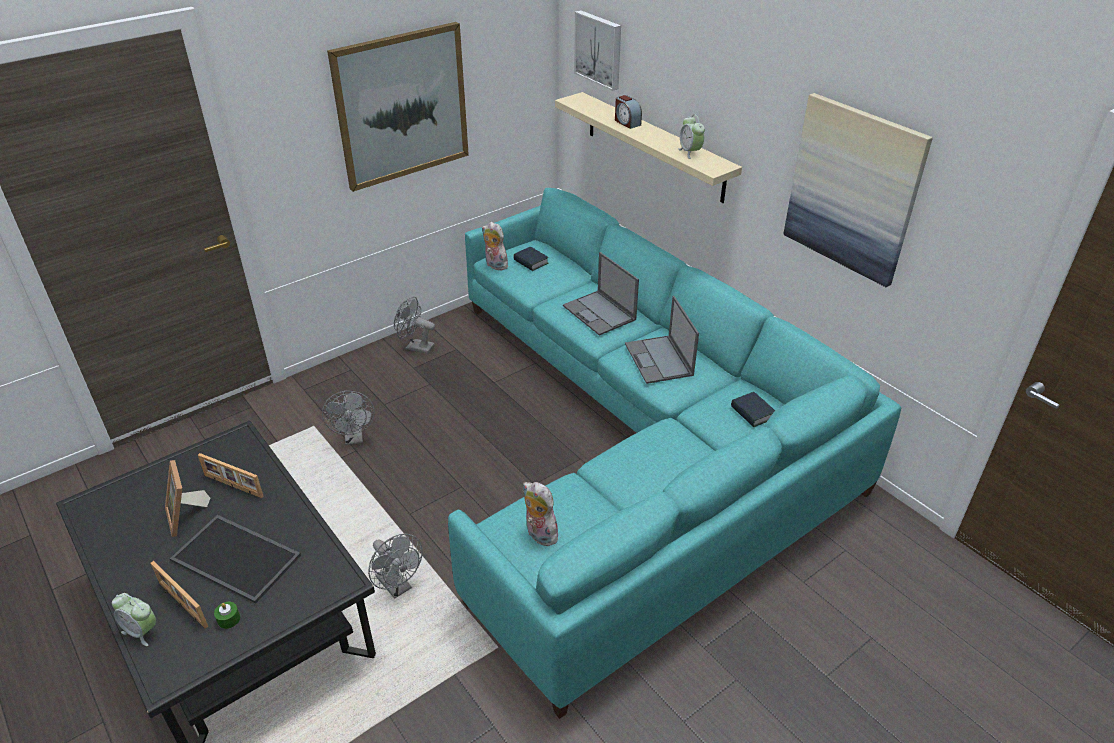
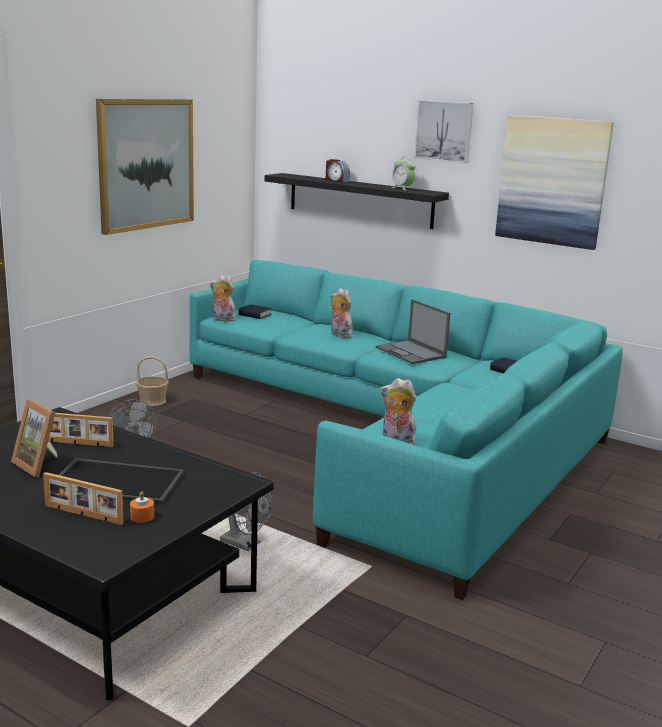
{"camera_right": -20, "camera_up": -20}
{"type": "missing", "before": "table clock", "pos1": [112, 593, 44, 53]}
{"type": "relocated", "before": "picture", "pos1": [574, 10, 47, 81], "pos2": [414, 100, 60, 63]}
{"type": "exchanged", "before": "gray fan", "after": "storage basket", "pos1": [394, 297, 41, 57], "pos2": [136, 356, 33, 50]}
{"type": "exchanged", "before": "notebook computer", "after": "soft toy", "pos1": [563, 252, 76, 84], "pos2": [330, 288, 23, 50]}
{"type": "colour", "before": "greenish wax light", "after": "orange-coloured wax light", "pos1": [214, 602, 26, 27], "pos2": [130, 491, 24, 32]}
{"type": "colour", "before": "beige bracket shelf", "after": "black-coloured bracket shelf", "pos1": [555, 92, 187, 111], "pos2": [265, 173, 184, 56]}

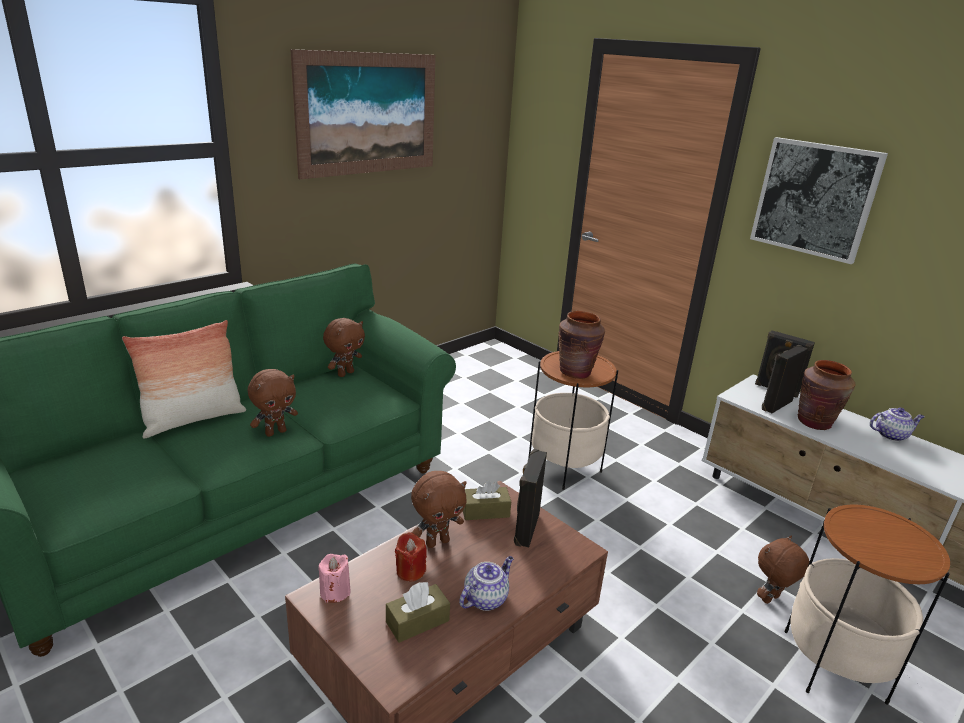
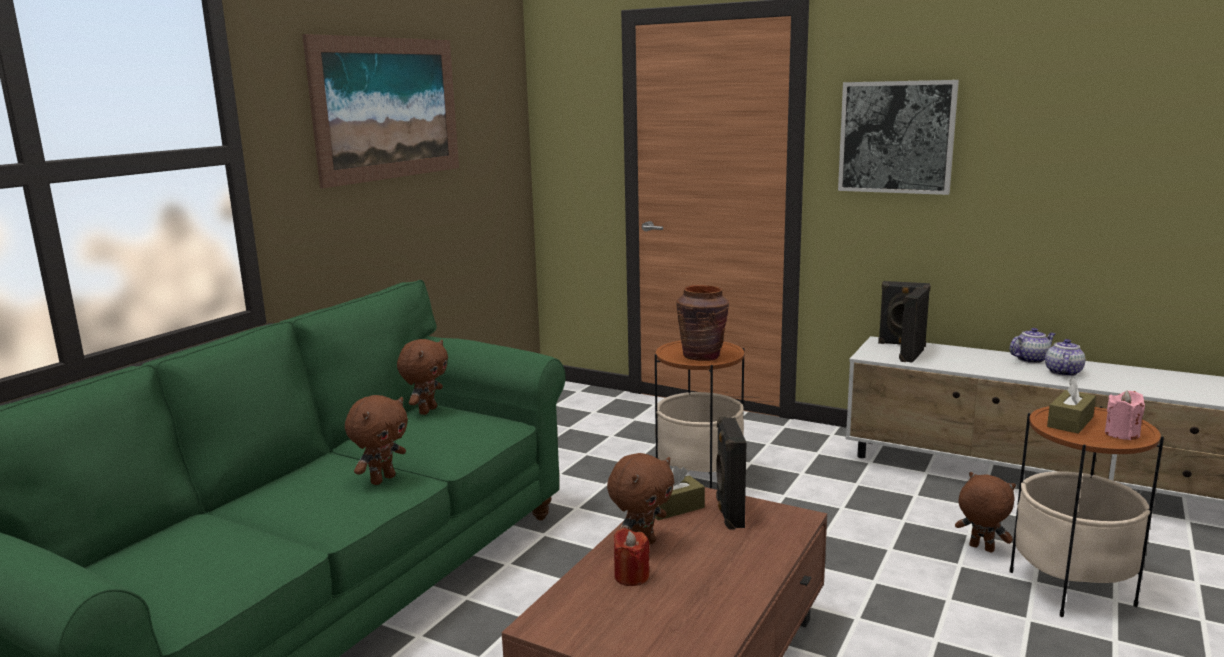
{"camera_right": -15, "camera_up": -10}
{"type": "missing", "before": "cushion", "pos1": [122, 320, 124, 119]}
{"type": "missing", "before": "brown-coloured decorative vase", "pos1": [798, 360, 57, 70]}
{"type": "relocated", "before": "pink-coloured wax light", "pos1": [318, 554, 33, 49], "pos2": [1105, 390, 40, 50]}
{"type": "relocated", "before": "brown-coloured tissue holder", "pos1": [386, 582, 64, 61], "pos2": [1047, 377, 49, 57]}
{"type": "relocated", "before": "pot for tea", "pos1": [459, 556, 55, 55], "pos2": [1045, 339, 41, 37]}
{"type": "spun", "before": "brown-coloured soft toy", "pos1": [757, 536, 53, 68], "pos2": [955, 472, 61, 81], "turn": 90}

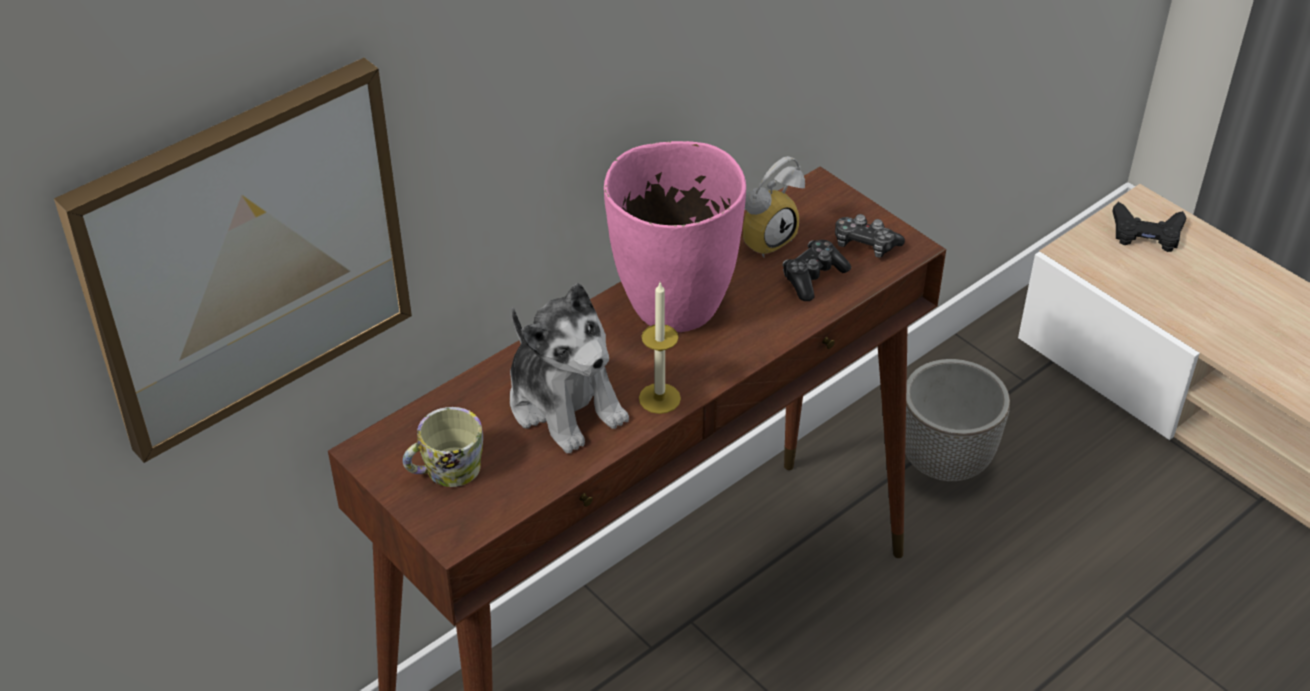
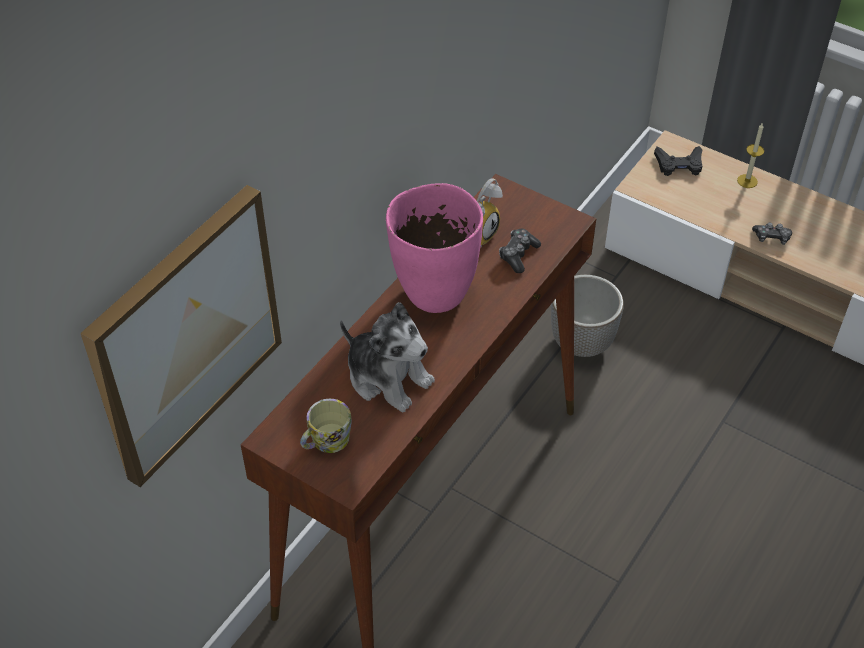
{"camera_right": -15, "camera_up": 5}
{"type": "relocated", "before": "wax light", "pos1": [639, 283, 42, 131], "pos2": [737, 123, 27, 65]}
{"type": "relocated", "before": "gamepad", "pos1": [835, 214, 70, 44], "pos2": [752, 222, 40, 23]}

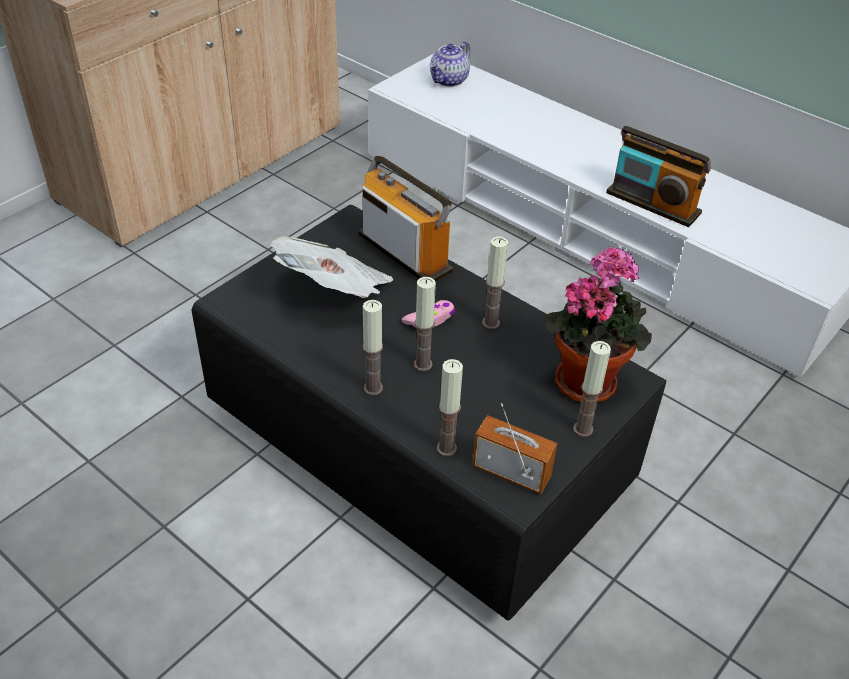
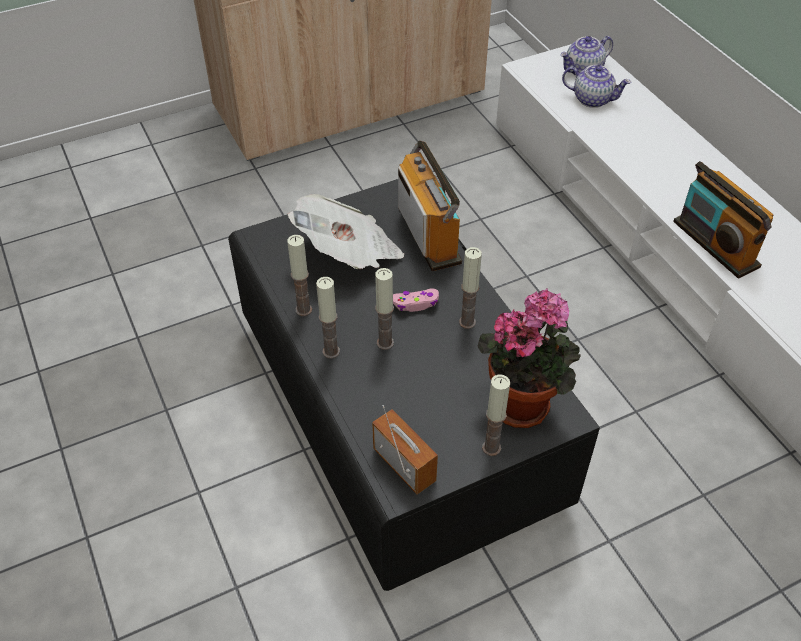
{"camera_right": 25, "camera_up": 5}
{"type": "appeared", "after": "pot for tea", "pos2": [562, 65, 69, 43]}
{"type": "relocated", "before": "wax light", "pos1": [437, 359, 26, 97], "pos2": [287, 235, 25, 81]}

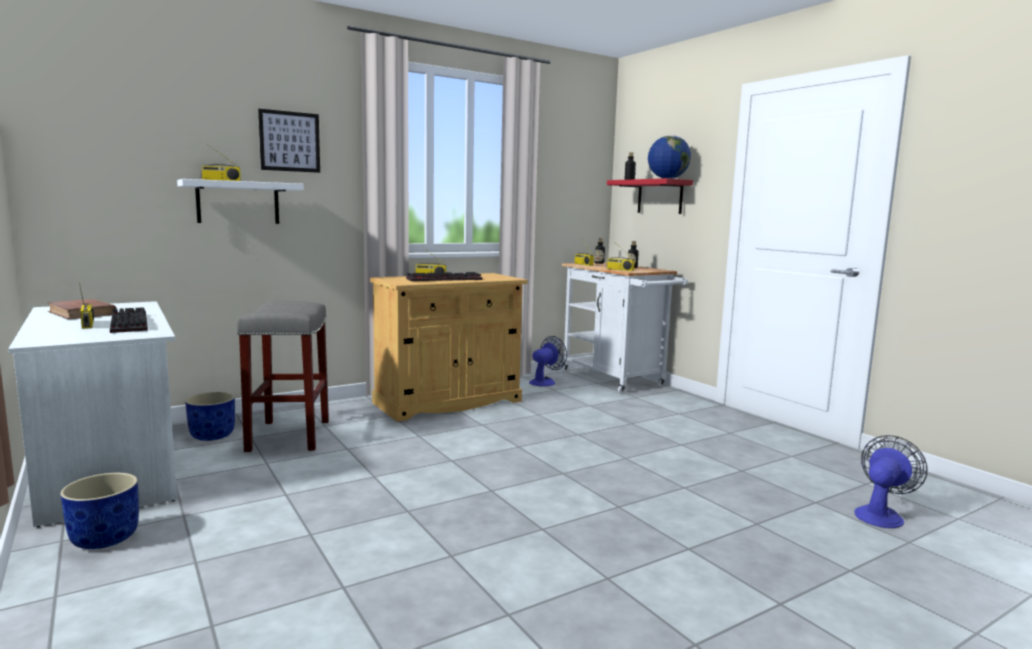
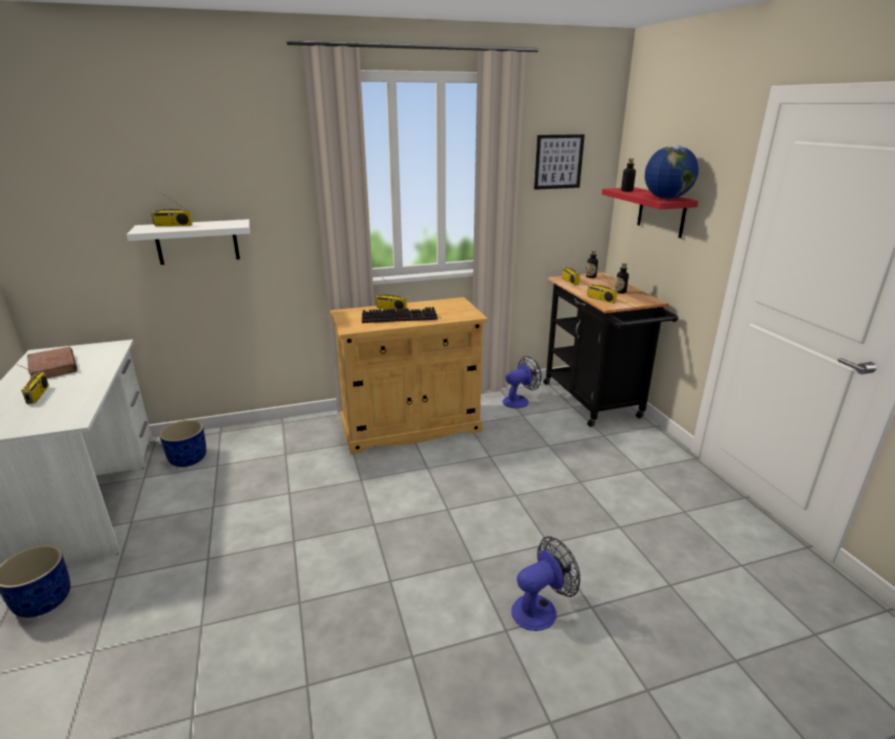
{"camera_right": 15, "camera_up": 15}
{"type": "missing", "before": "PC keyboard", "pos1": [110, 307, 38, 26]}
{"type": "missing", "before": "gray stool seat", "pos1": [237, 301, 92, 151]}
{"type": "relocated", "before": "picture", "pos1": [258, 109, 62, 64], "pos2": [534, 134, 51, 56]}
{"type": "relocated", "before": "fan", "pos1": [854, 435, 73, 93], "pos2": [511, 536, 69, 95]}
{"type": "colour", "before": "white trolley", "after": "black-coloured trolley", "pos1": [562, 262, 126, 131], "pos2": [543, 272, 135, 155]}

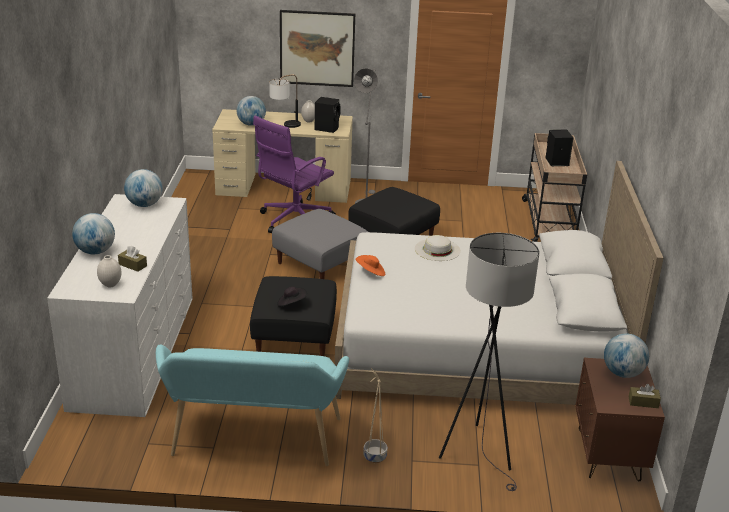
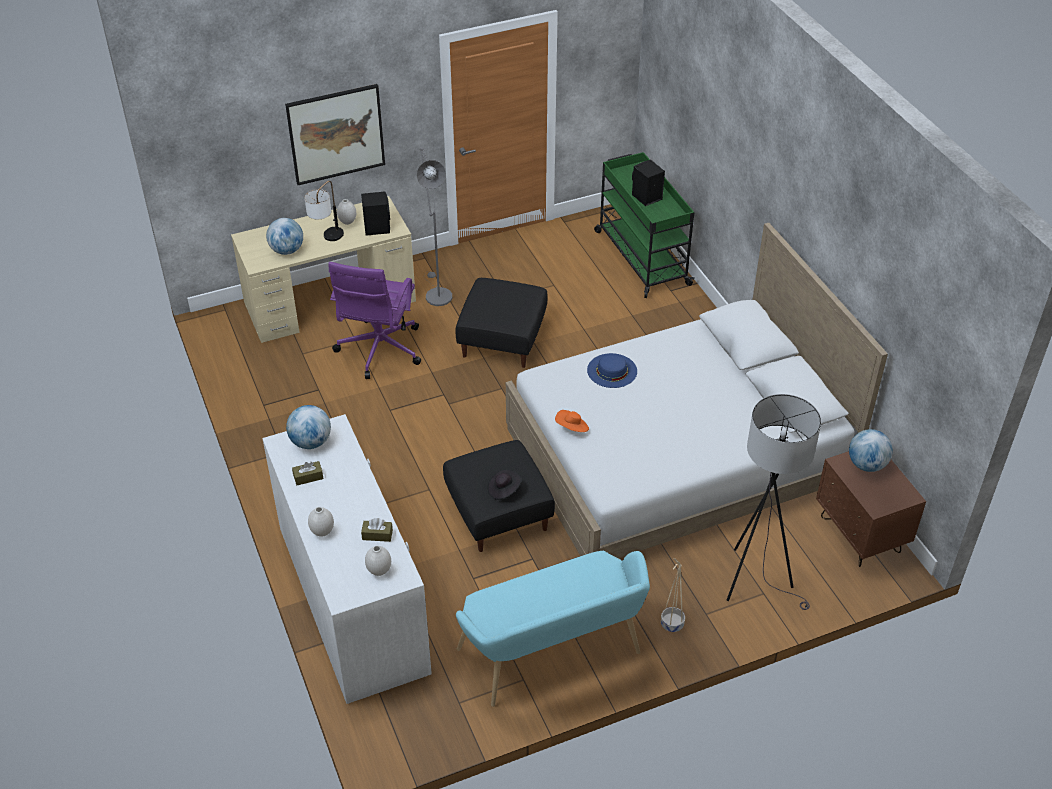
{"camera_right": -25, "camera_up": 15}
{"type": "missing", "before": "gray footrest", "pos1": [272, 209, 96, 70]}
{"type": "relocated", "before": "brown-coloured tissue holder", "pos1": [629, 384, 32, 24], "pos2": [292, 461, 31, 24]}
{"type": "exchanged", "before": "globe", "after": "white decorative vase", "pos1": [72, 213, 43, 41], "pos2": [308, 507, 26, 30]}
{"type": "colour", "before": "white wearable hat", "after": "blue wearable hat", "pos1": [415, 235, 46, 26], "pos2": [587, 353, 50, 35]}
{"type": "colour", "before": "beige trolley", "after": "greenish trolley", "pos1": [522, 133, 65, 109], "pos2": [594, 152, 101, 146]}

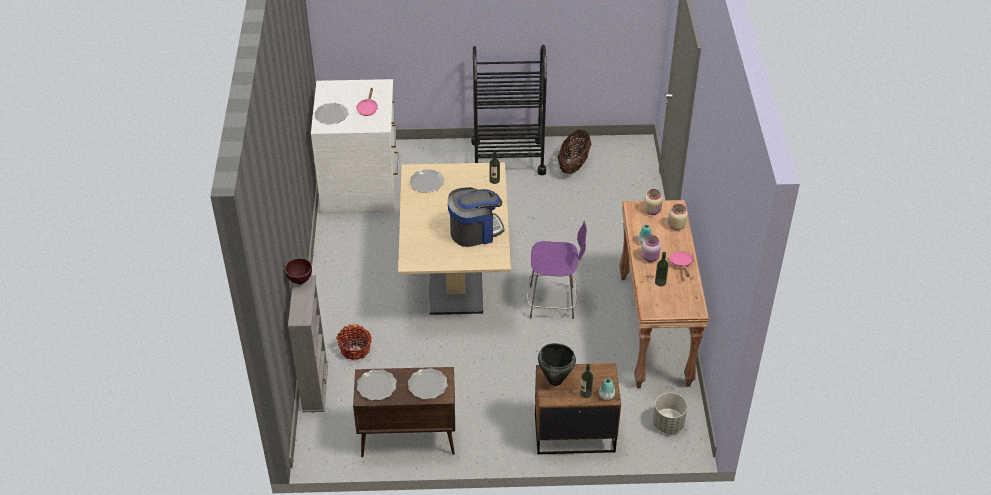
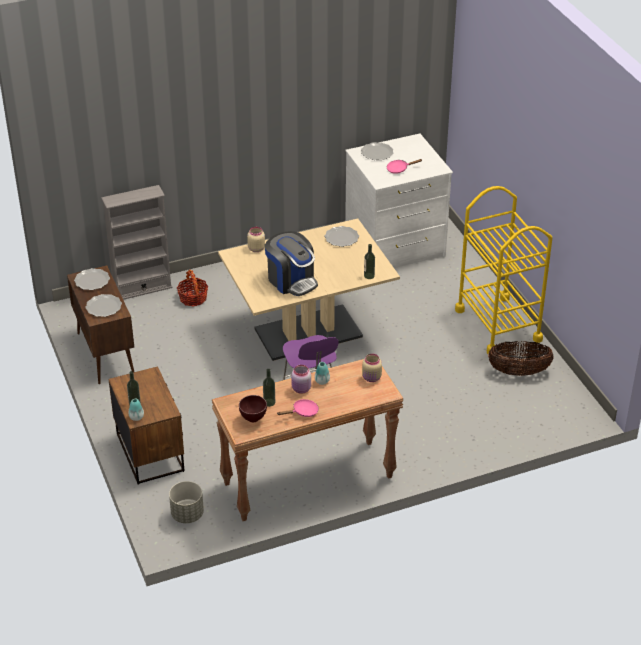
{"camera_right": 70, "camera_up": -5}
{"type": "missing", "before": "black-coloured saucepot", "pos1": [538, 343, 38, 43]}
{"type": "relocated", "before": "brown-coloured deep dish", "pos1": [285, 258, 27, 26], "pos2": [239, 395, 28, 28]}
{"type": "relocated", "before": "beige storage jar", "pos1": [668, 204, 20, 26], "pos2": [247, 227, 18, 25]}
{"type": "colour", "before": "black-coloured trolley", "after": "yellowish trolley", "pos1": [471, 45, 76, 130], "pos2": [455, 186, 97, 168]}

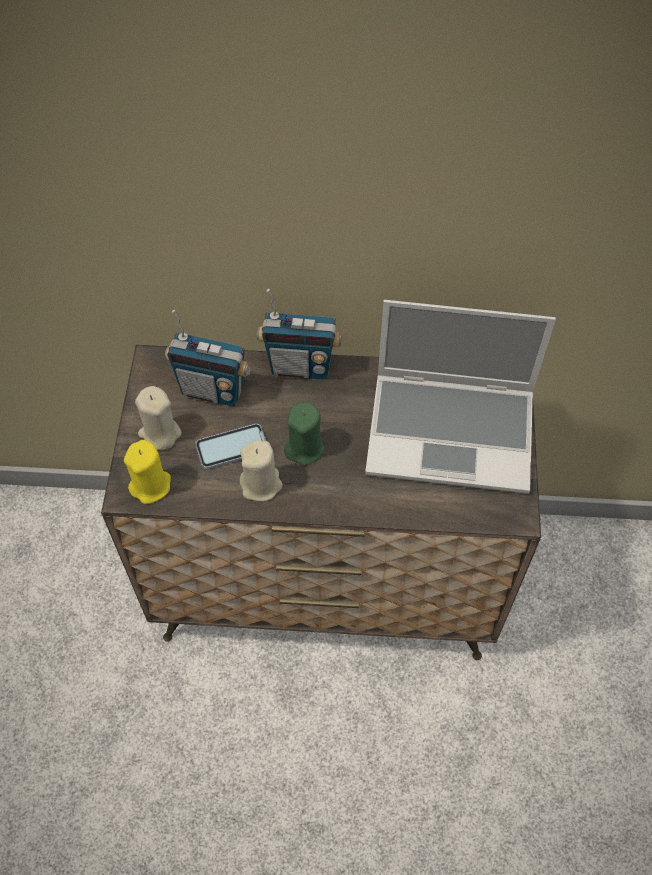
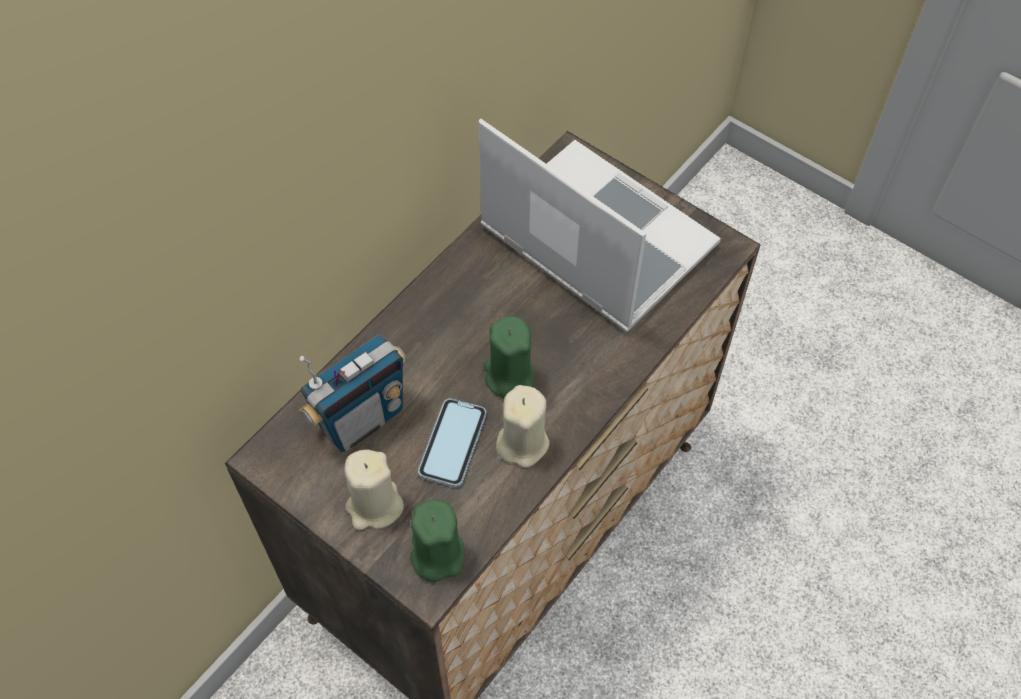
{"camera_right": -55, "camera_up": 0}
{"type": "missing", "before": "radio receiver", "pos1": [257, 289, 85, 91]}
{"type": "colour", "before": "yellowish wax light", "after": "greenish wax light", "pos1": [124, 440, 47, 64], "pos2": [410, 500, 55, 82]}
{"type": "spun", "before": "notebook computer", "pos1": [365, 300, 191, 194], "pos2": [479, 119, 242, 213], "turn": -90}

